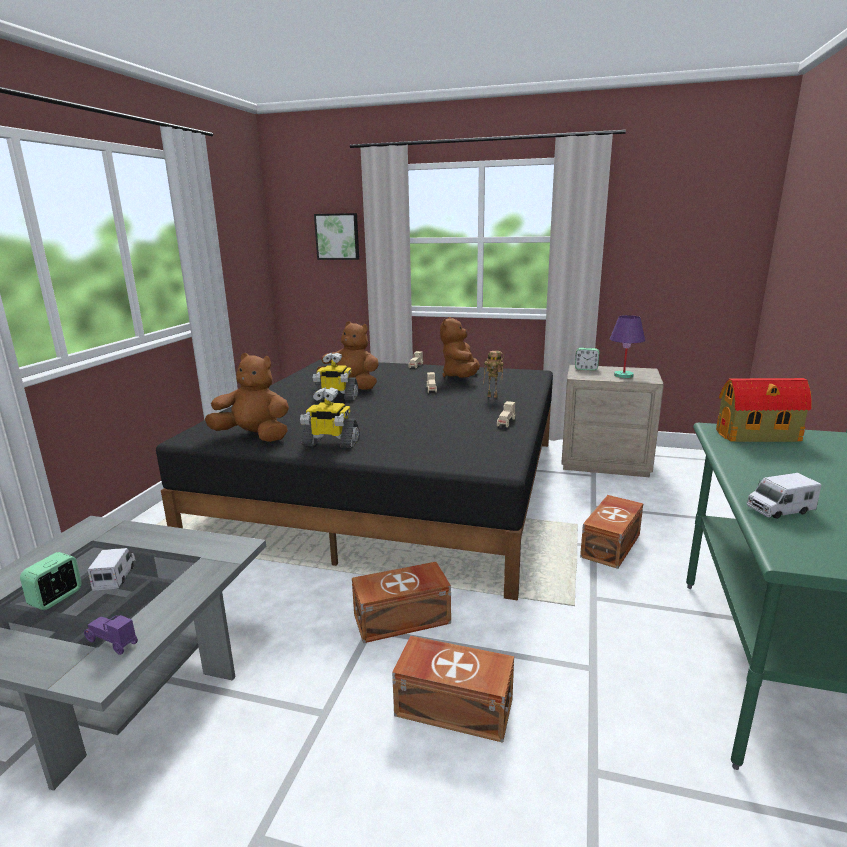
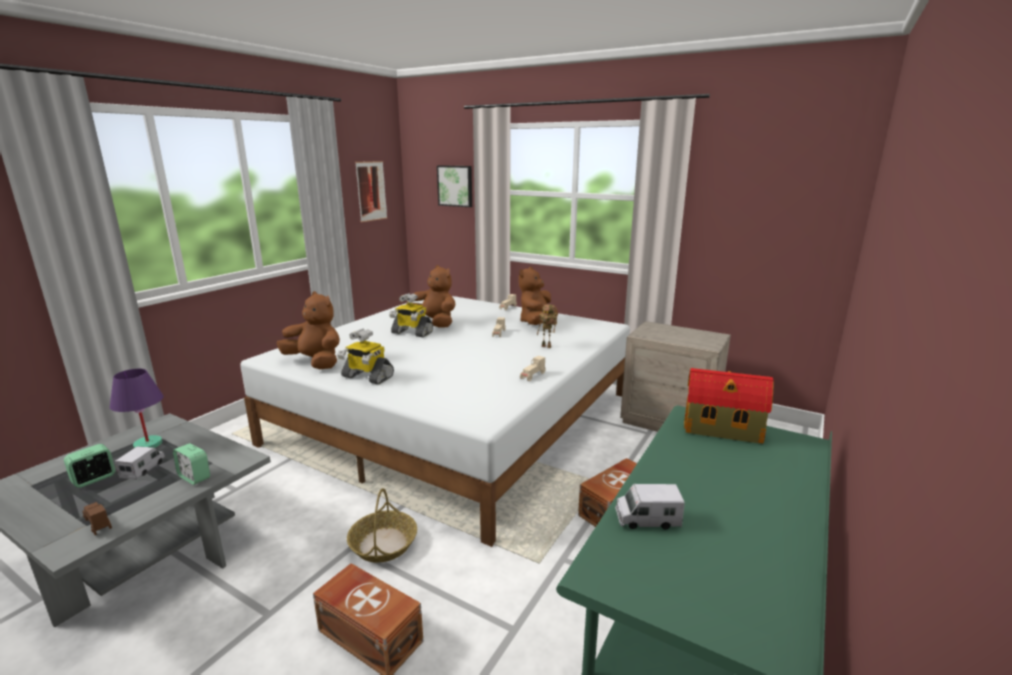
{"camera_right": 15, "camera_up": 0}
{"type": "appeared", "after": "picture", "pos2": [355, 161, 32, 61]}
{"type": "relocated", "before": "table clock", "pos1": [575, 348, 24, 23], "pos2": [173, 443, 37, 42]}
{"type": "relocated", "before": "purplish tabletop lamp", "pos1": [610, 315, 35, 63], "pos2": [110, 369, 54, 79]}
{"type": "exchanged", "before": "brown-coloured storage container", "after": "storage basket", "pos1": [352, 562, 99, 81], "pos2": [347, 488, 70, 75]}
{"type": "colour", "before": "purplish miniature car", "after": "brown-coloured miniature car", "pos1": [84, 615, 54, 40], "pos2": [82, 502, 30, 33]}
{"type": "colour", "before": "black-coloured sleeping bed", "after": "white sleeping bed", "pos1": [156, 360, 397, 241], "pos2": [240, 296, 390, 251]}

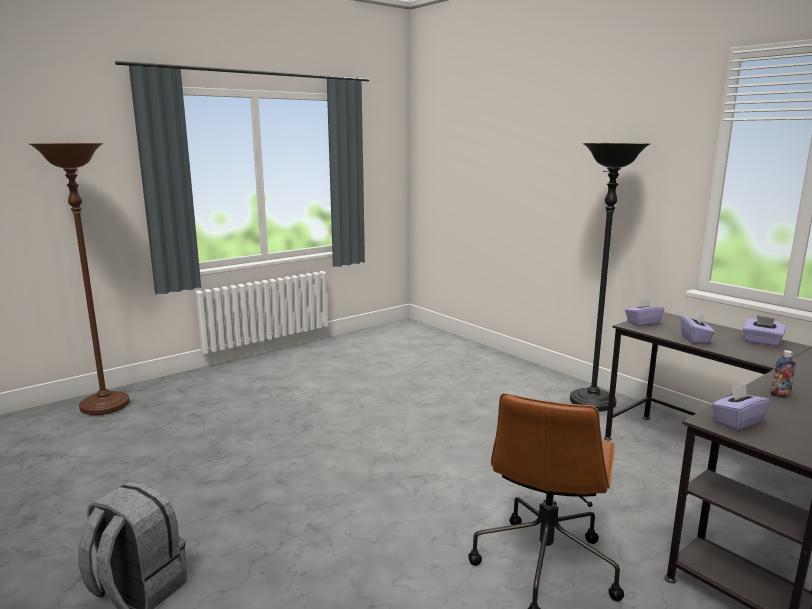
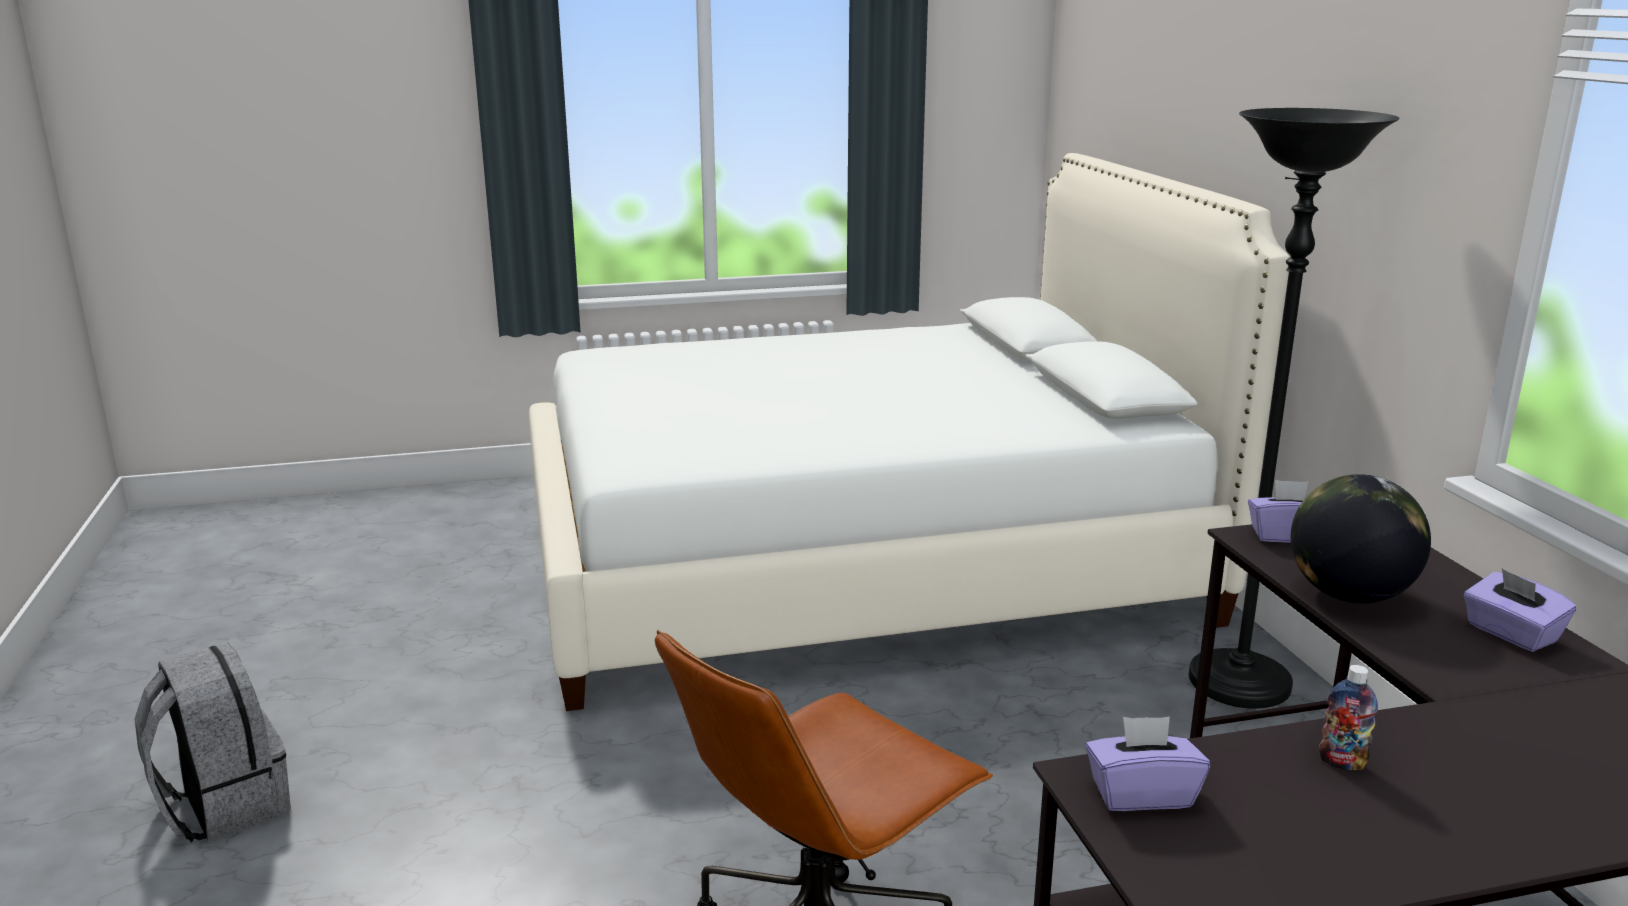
{"camera_right": 25, "camera_up": 5}
{"type": "missing", "before": "brown-coloured standing lamp", "pos1": [29, 143, 101, 272]}
{"type": "appeared", "after": "white sleeping bed", "pos2": [529, 153, 761, 558]}
{"type": "exchanged", "before": "purplish tissue holder", "after": "globe", "pos1": [681, 312, 33, 32], "pos2": [1291, 474, 140, 129]}

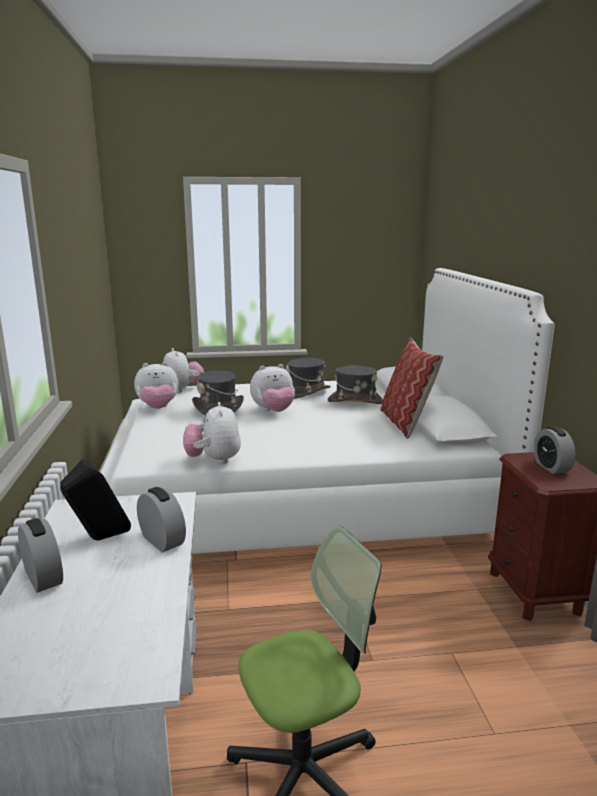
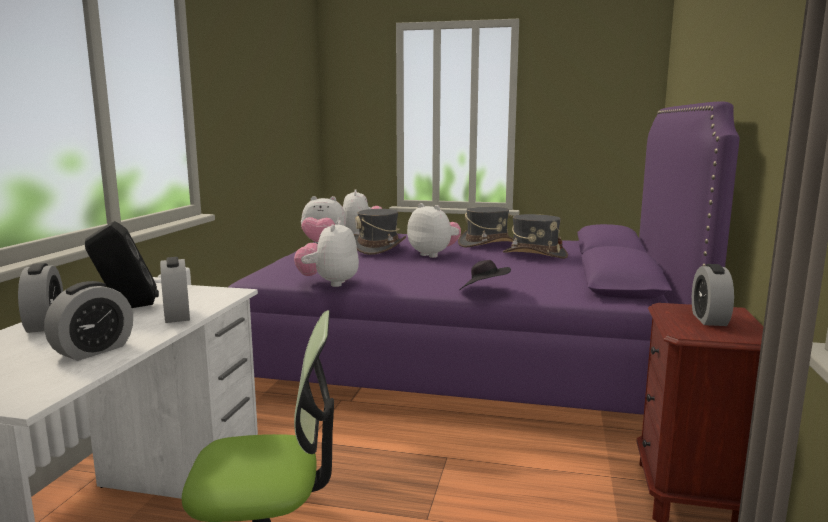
{"camera_right": 20, "camera_up": -5}
{"type": "missing", "before": "cushion", "pos1": [380, 338, 63, 101]}
{"type": "appeared", "after": "table clock", "pos2": [44, 281, 89, 80]}
{"type": "appeared", "after": "black-coloured wearable hat", "pos2": [459, 260, 52, 30]}
{"type": "colour", "before": "white sleeping bed", "after": "purplish sleeping bed", "pos1": [100, 268, 455, 286], "pos2": [229, 102, 511, 313]}
{"type": "spun", "before": "soft toy", "pos1": [250, 364, 45, 48], "pos2": [407, 203, 54, 55], "turn": -135}

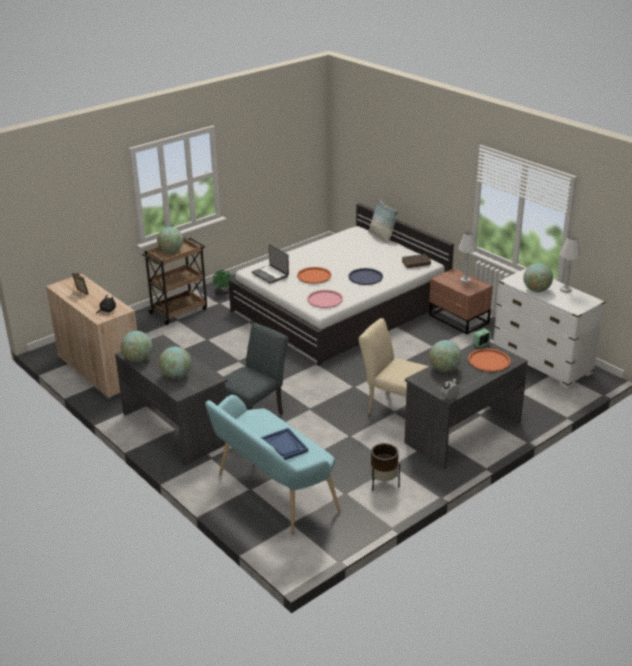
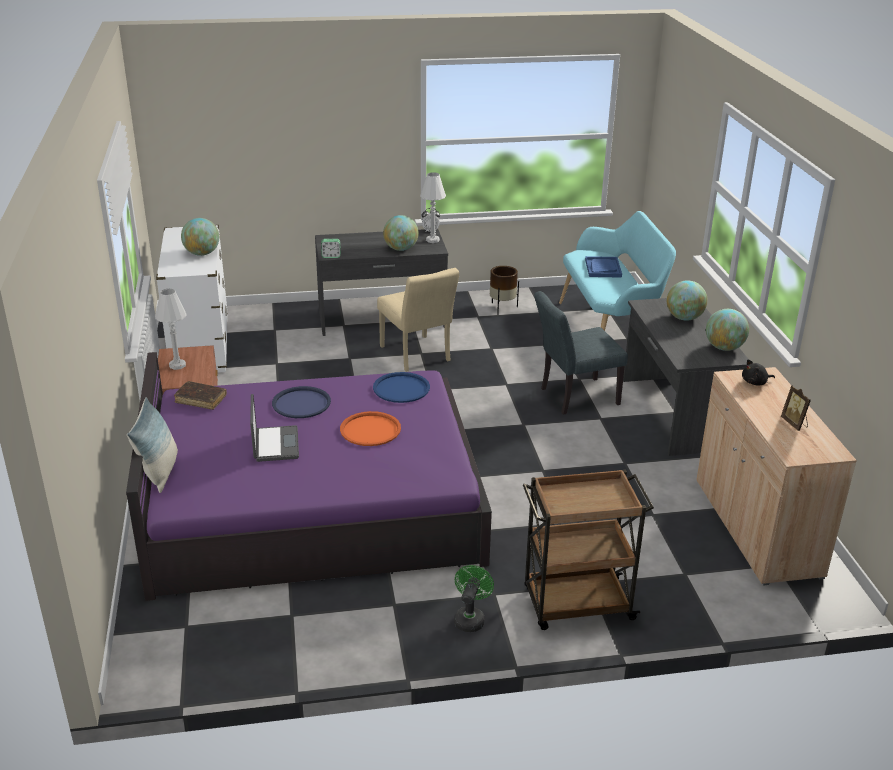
{"camera_right": -150, "camera_up": 0}
{"type": "missing", "before": "globe", "pos1": [157, 227, 26, 26]}
{"type": "missing", "before": "orange-coloured carrying tray", "pos1": [468, 348, 43, 24]}
{"type": "relocated", "before": "notebook computer", "pos1": [252, 244, 37, 40], "pos2": [250, 394, 49, 68]}
{"type": "relocated", "before": "white tabletop lamp", "pos1": [560, 236, 22, 57], "pos2": [420, 172, 26, 71]}
{"type": "colour", "before": "white sleeping bed", "after": "purplish sleeping bed", "pos1": [228, 203, 226, 163], "pos2": [126, 352, 366, 249]}
{"type": "colour", "before": "pink-coloured carrying tray", "after": "blue carrying tray", "pos1": [307, 290, 36, 18], "pos2": [373, 372, 57, 31]}

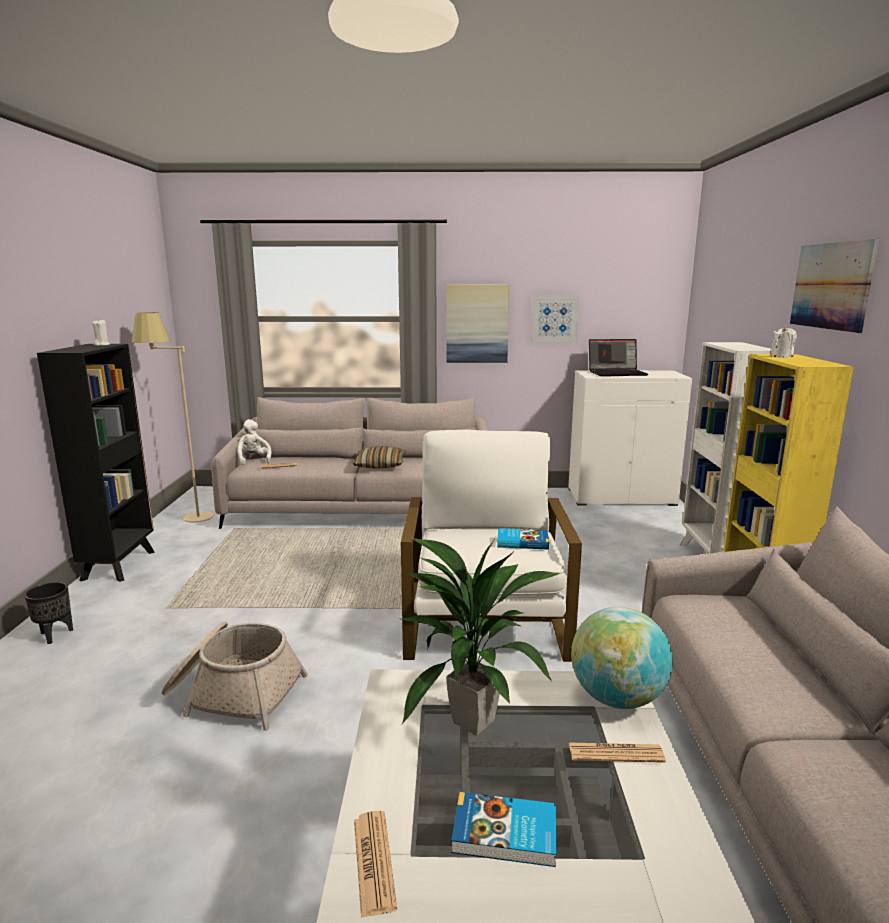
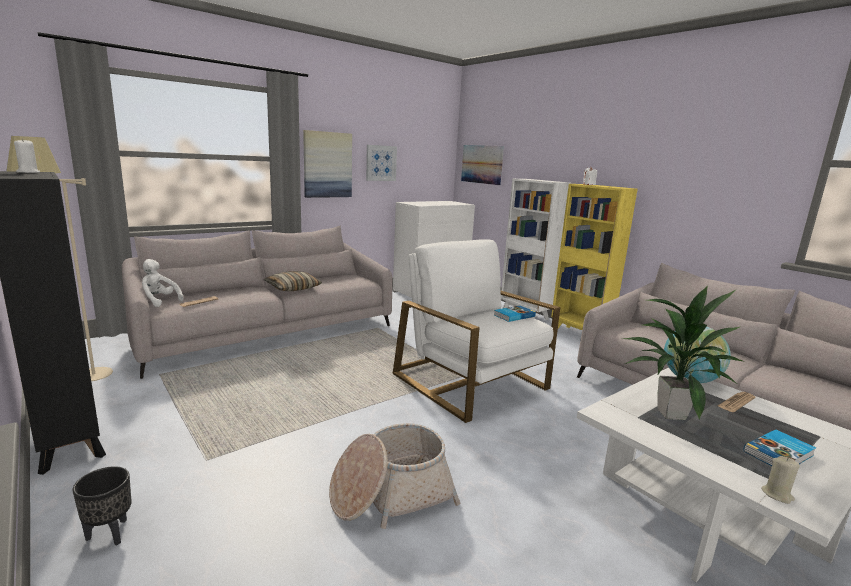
{"camera_right": -40, "camera_up": 0}
{"type": "missing", "before": "notebook computer", "pos1": [589, 339, 59, 37]}
{"type": "relocated", "before": "picture", "pos1": [790, 239, 89, 94], "pos2": [461, 145, 43, 40]}
{"type": "exchanged", "before": "printed paper", "after": "beige wax light", "pos1": [354, 811, 43, 107], "pos2": [761, 456, 39, 48]}

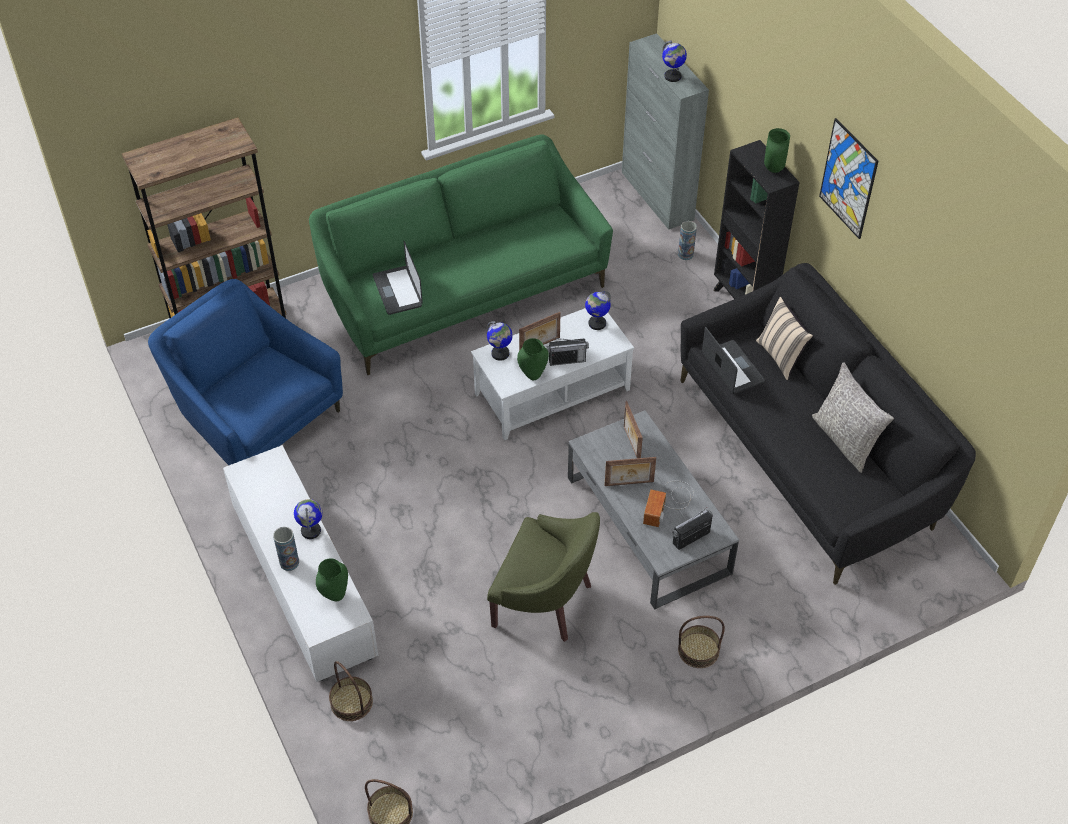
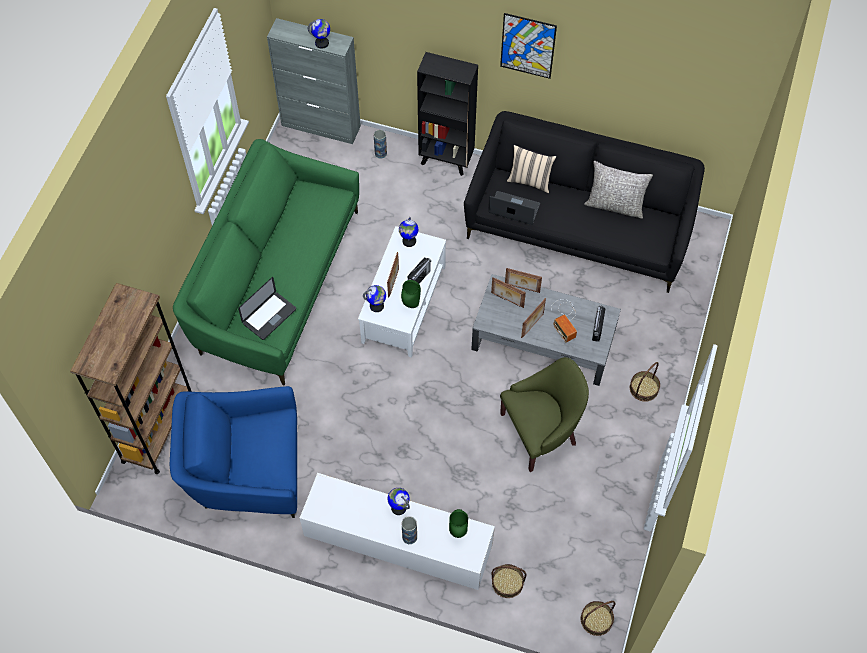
{"camera_right": -45, "camera_up": 10}
{"type": "missing", "before": "greenish decorative vase", "pos1": [764, 128, 26, 45]}
{"type": "appeared", "after": "photo frame", "pos2": [505, 268, 37, 25]}
{"type": "spun", "before": "notebook computer", "pos1": [373, 241, 50, 74], "pos2": [238, 277, 58, 63], "turn": -75}

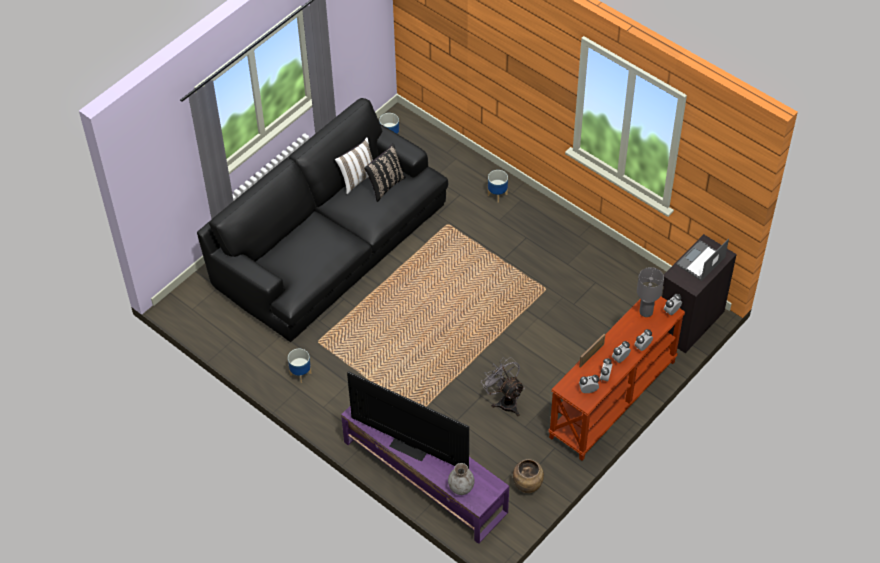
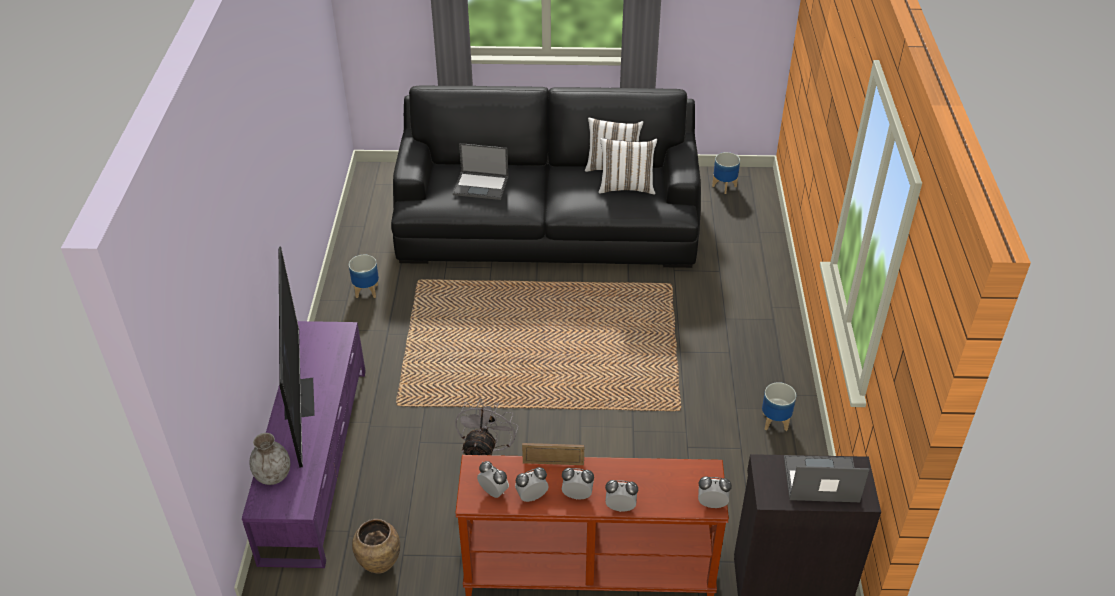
{"camera_right": 50, "camera_up": -10}
{"type": "missing", "before": "gray tabletop lamp", "pos1": [637, 267, 27, 50]}
{"type": "appeared", "after": "notebook computer", "pos2": [453, 143, 55, 57]}
{"type": "relocated", "before": "plant pot", "pos1": [488, 170, 20, 33], "pos2": [762, 382, 34, 49]}
{"type": "colour", "before": "black-coloured cushion", "after": "white cushion", "pos1": [364, 143, 42, 59], "pos2": [598, 138, 59, 56]}

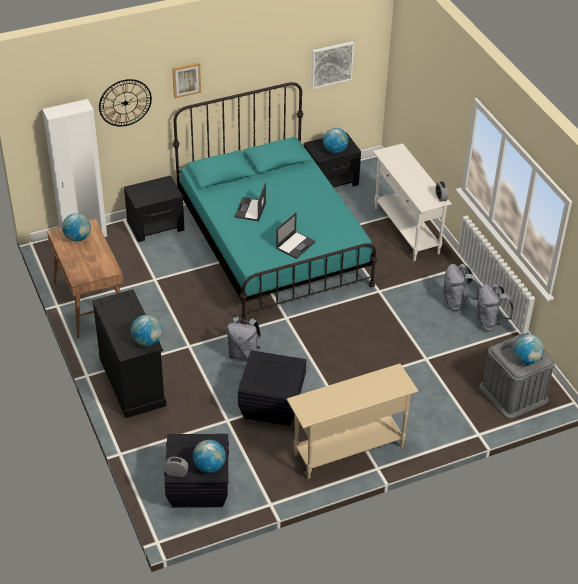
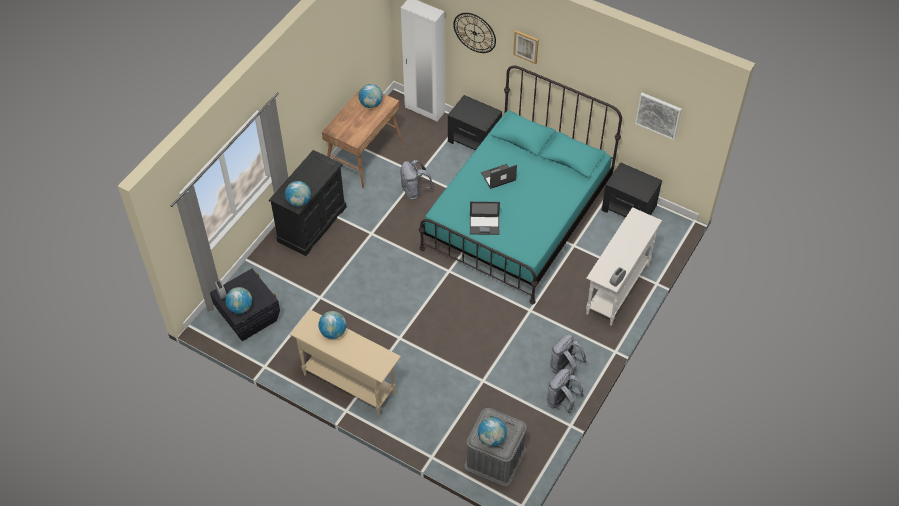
{"camera_right": 55, "camera_up": 10}
{"type": "missing", "before": "black-coloured storage container", "pos1": [238, 350, 68, 76]}
{"type": "relocated", "before": "gray rucksack", "pos1": [227, 316, 34, 45], "pos2": [400, 160, 33, 40]}
{"type": "relocated", "before": "globe", "pos1": [323, 128, 25, 25], "pos2": [319, 311, 27, 28]}

